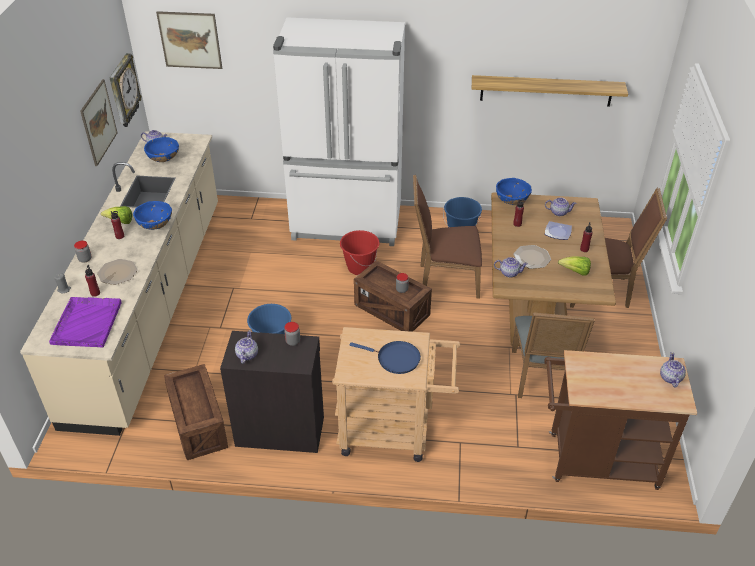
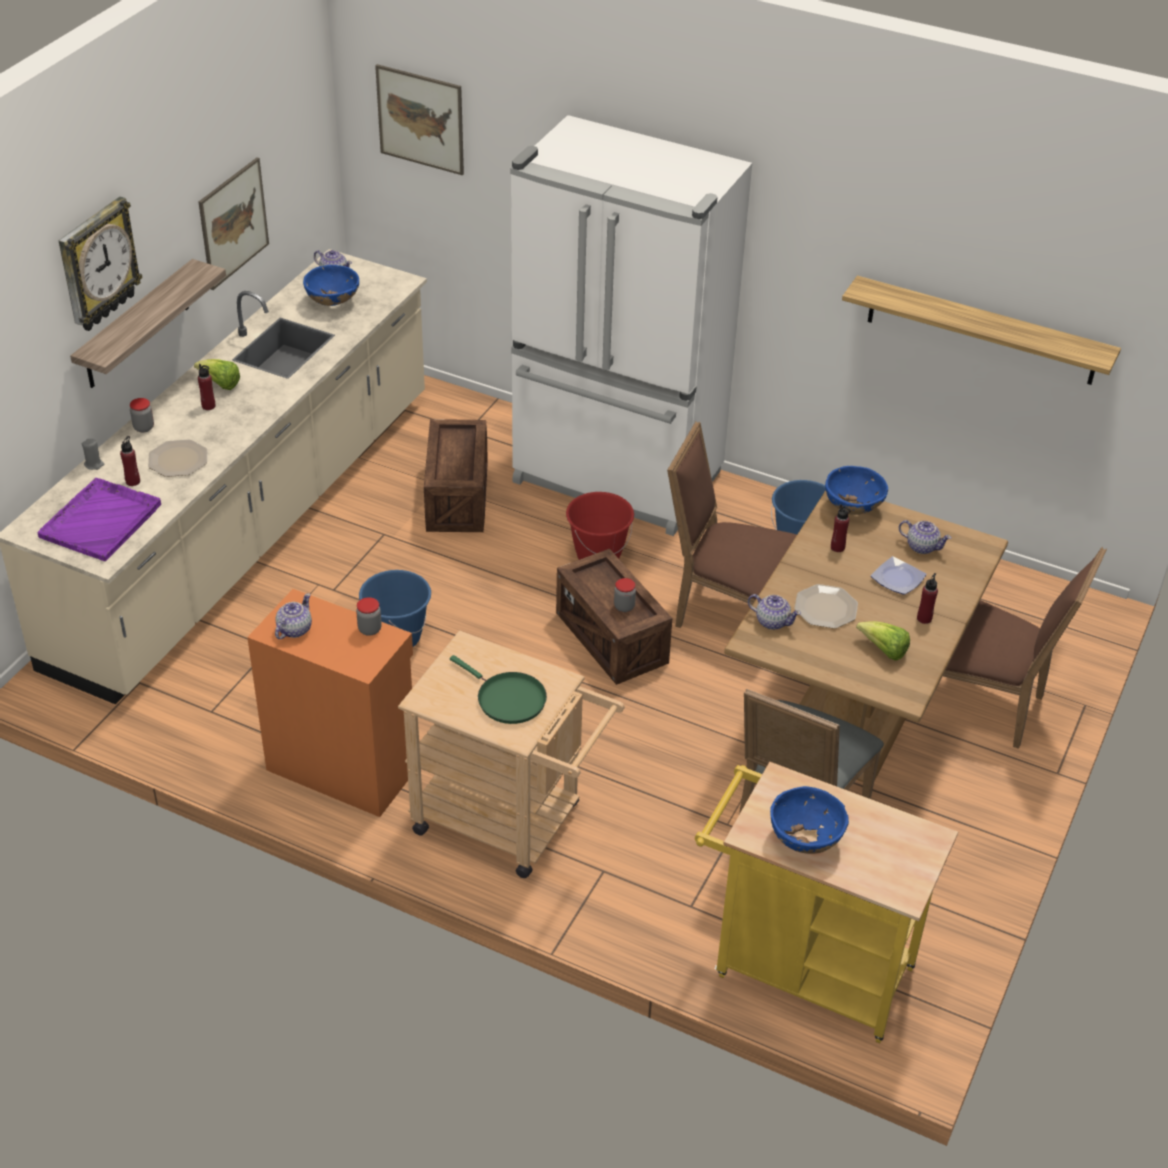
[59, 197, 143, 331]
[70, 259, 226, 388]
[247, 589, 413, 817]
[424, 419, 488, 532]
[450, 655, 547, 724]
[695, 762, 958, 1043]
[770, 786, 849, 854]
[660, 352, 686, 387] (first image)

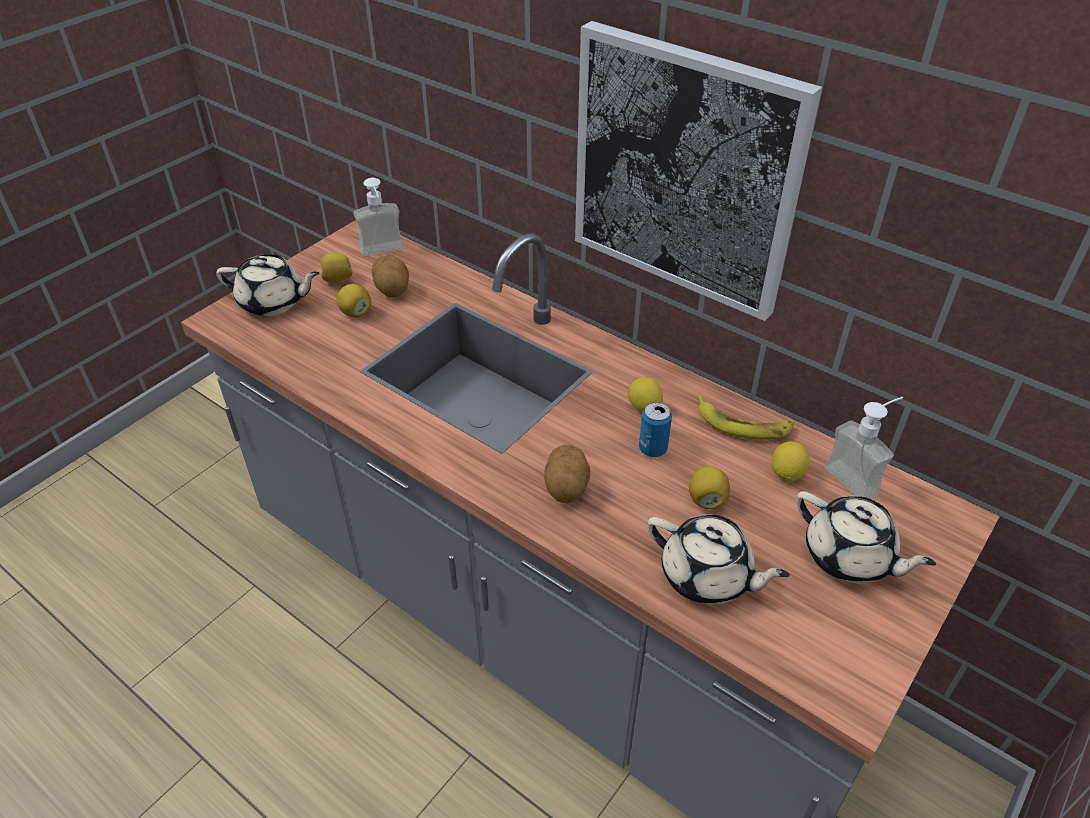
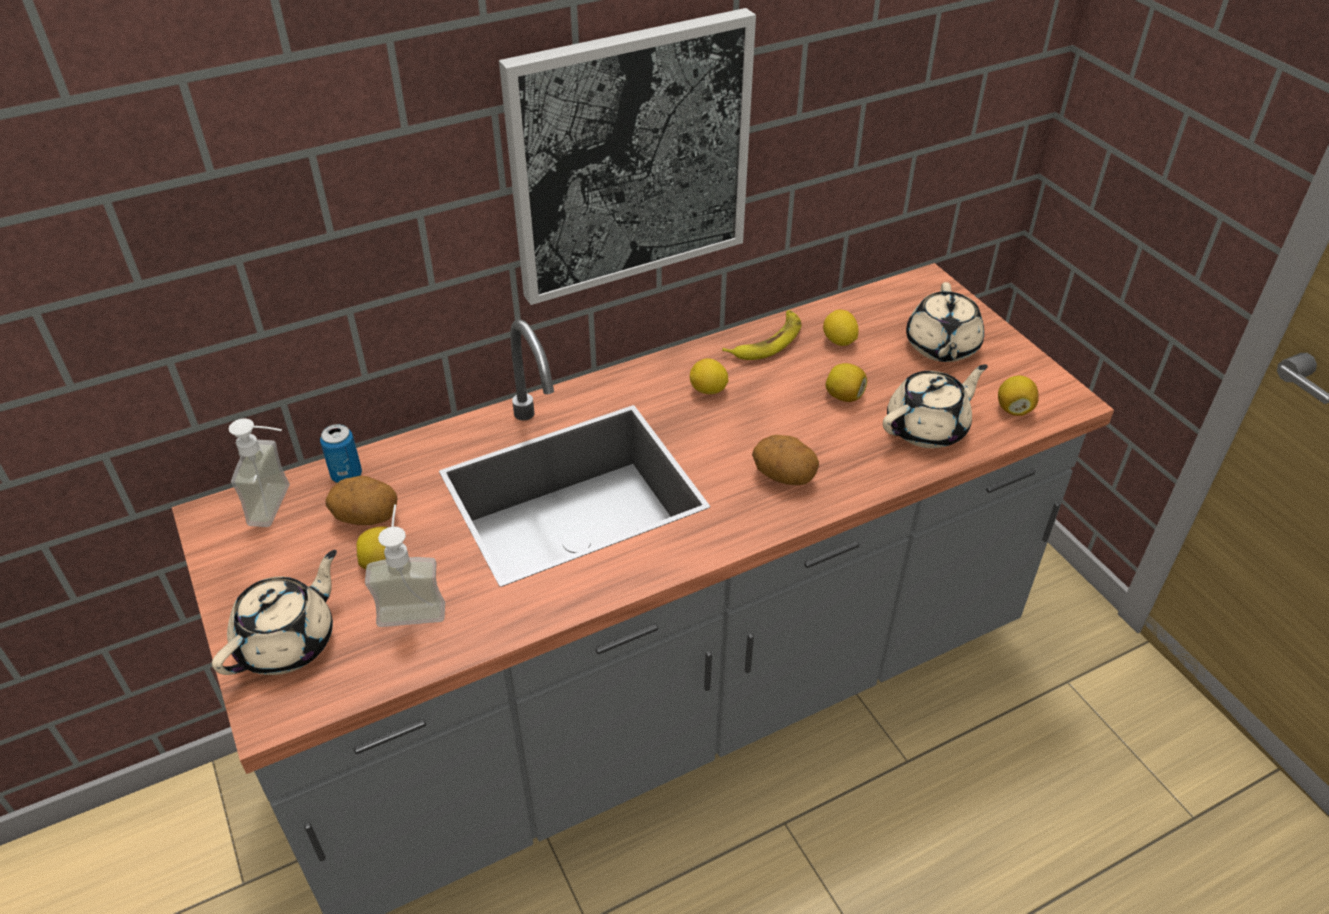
[320, 424, 362, 483]
[365, 504, 445, 627]
[906, 282, 984, 362]
[998, 376, 1039, 416]

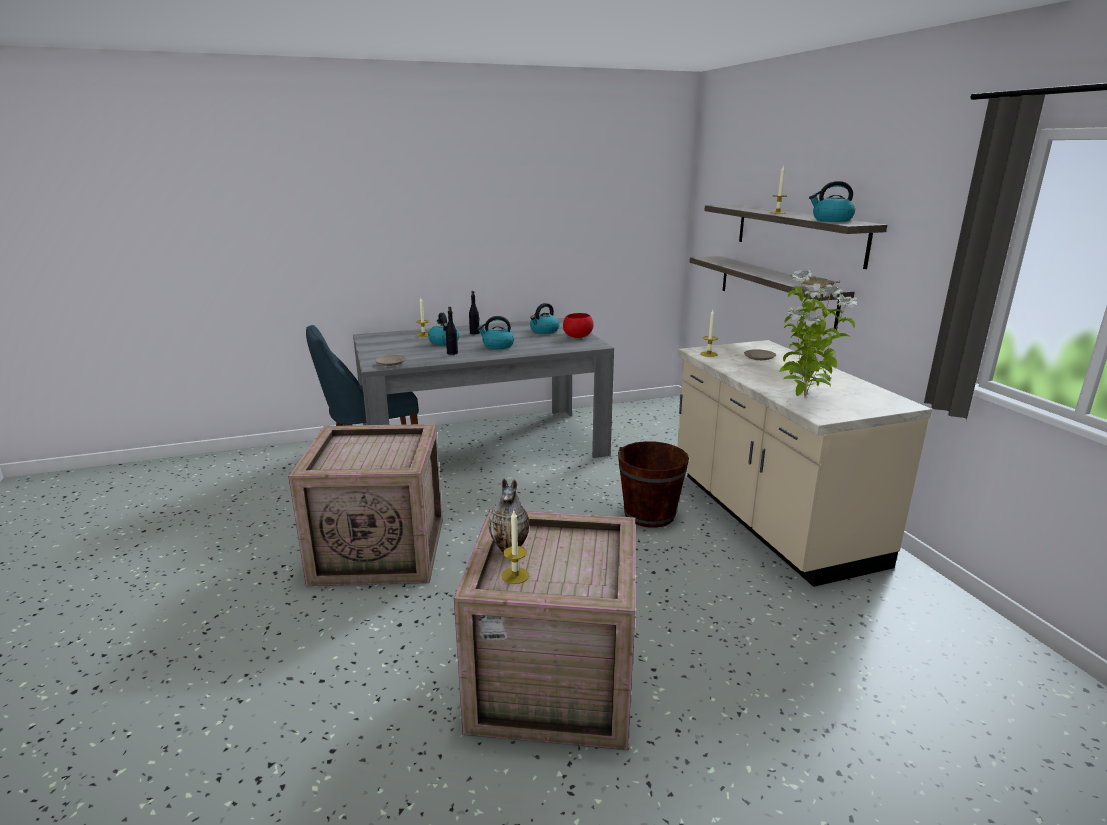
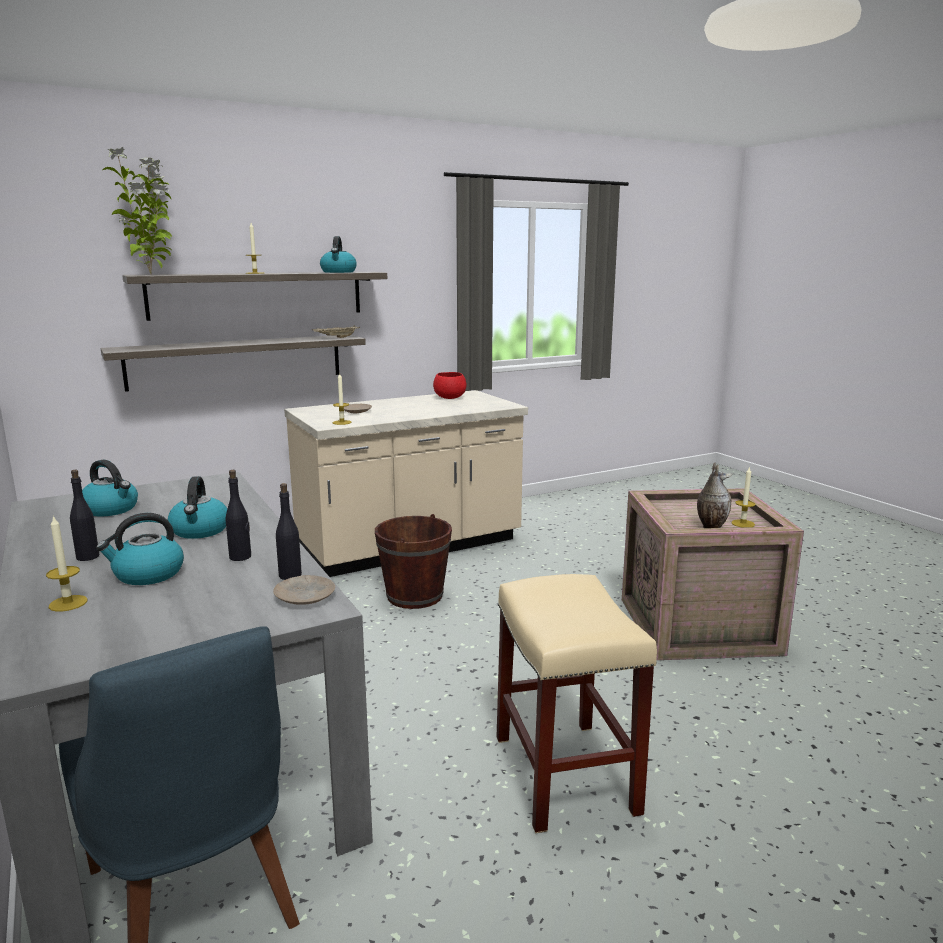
[103, 147, 172, 275]
[276, 483, 302, 580]
[433, 372, 466, 399]
[497, 574, 657, 833]

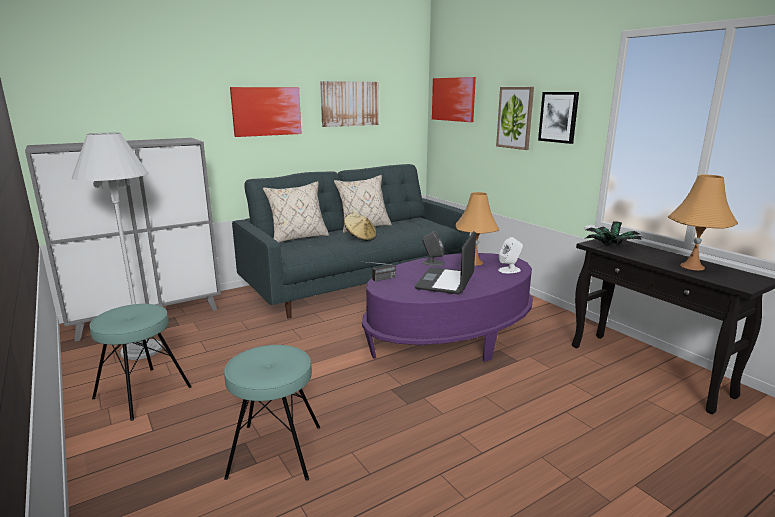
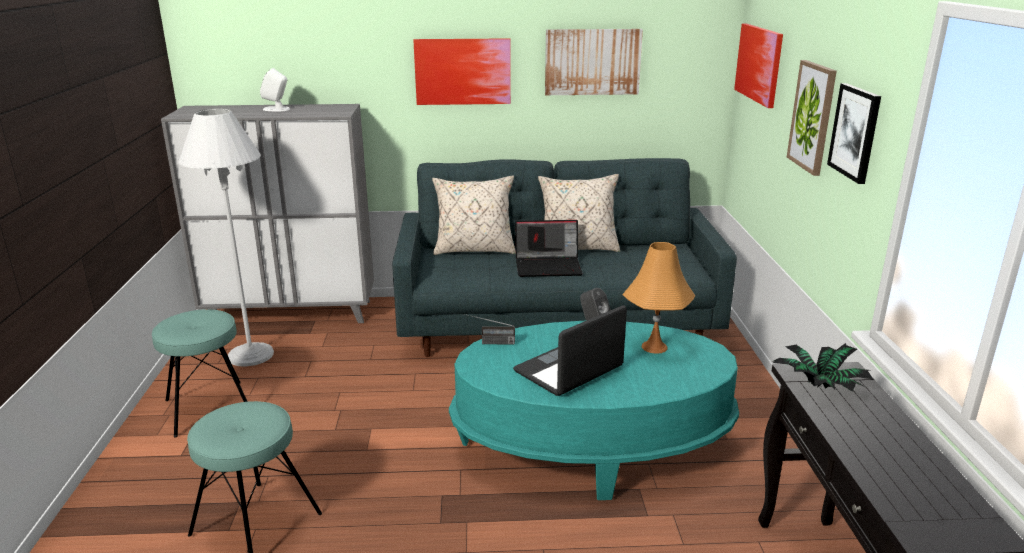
[260, 68, 290, 111]
[449, 321, 739, 500]
[515, 220, 583, 277]
[668, 174, 738, 270] (first image)

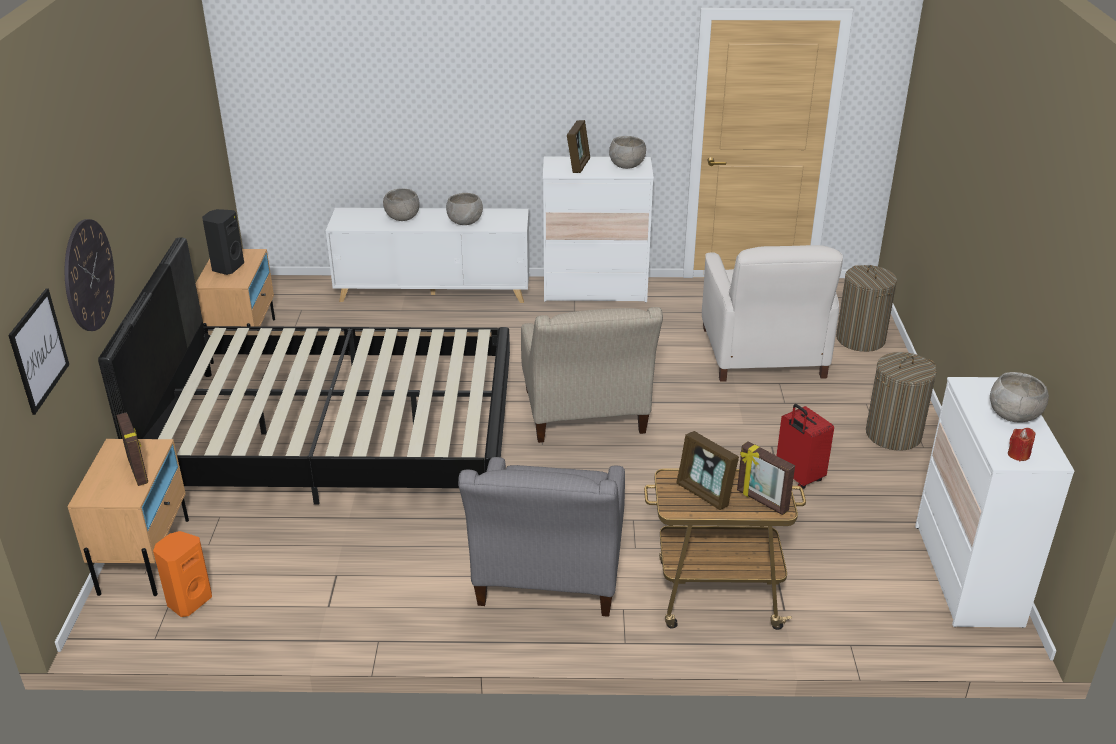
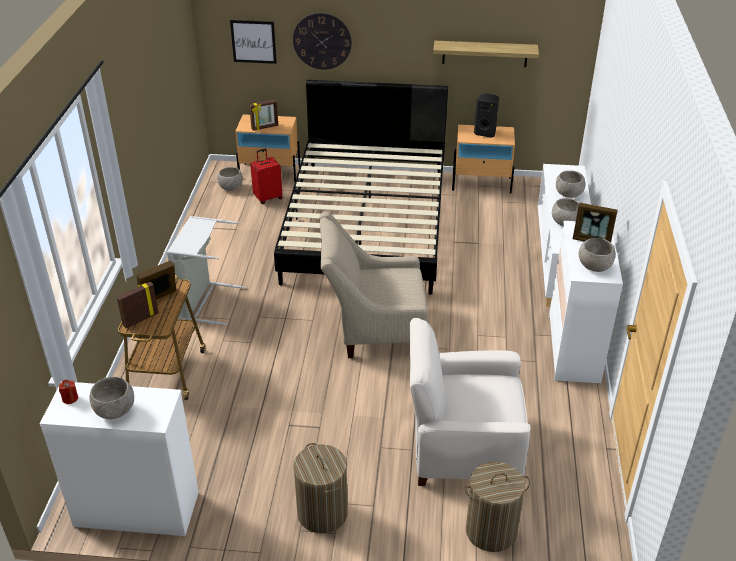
[167, 216, 246, 325]
[217, 167, 243, 191]
[250, 149, 283, 204]
[433, 41, 539, 67]

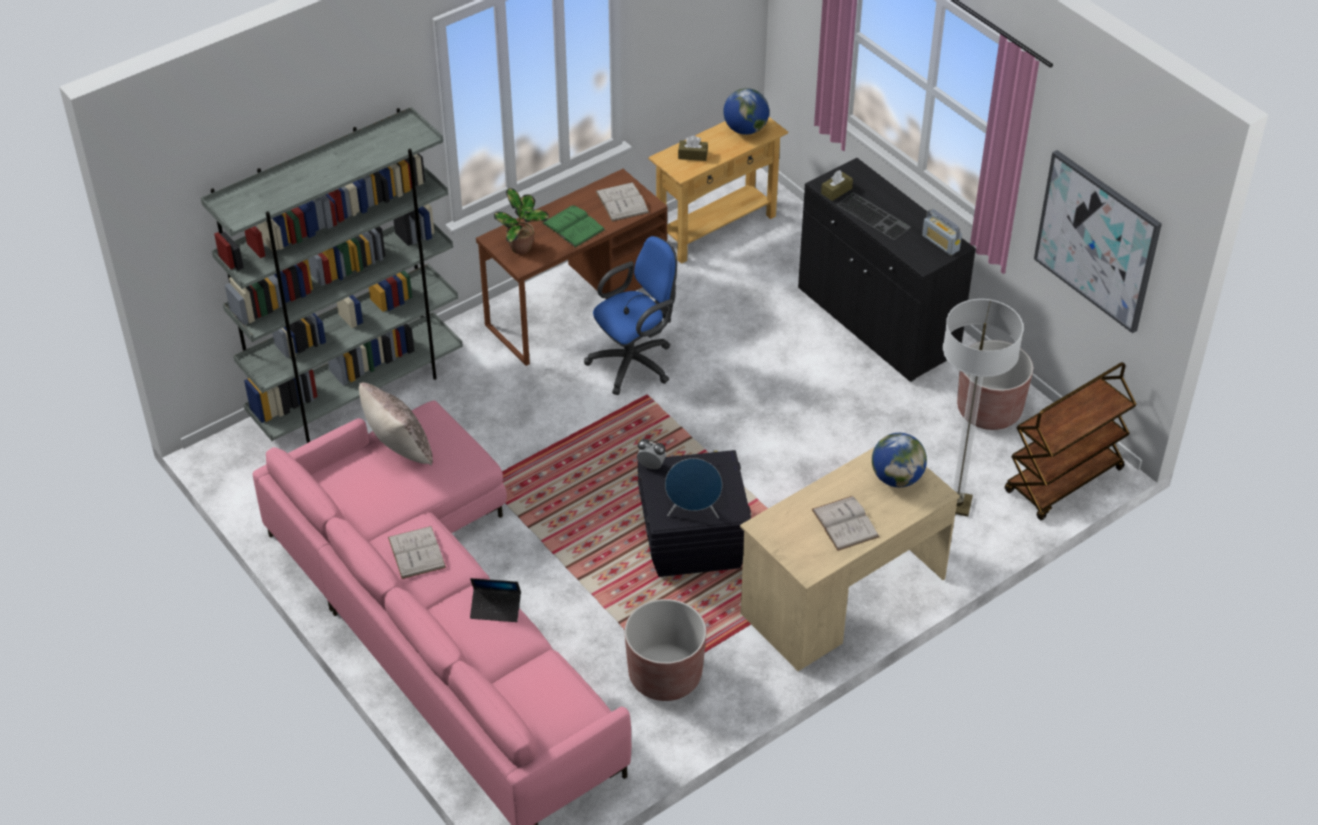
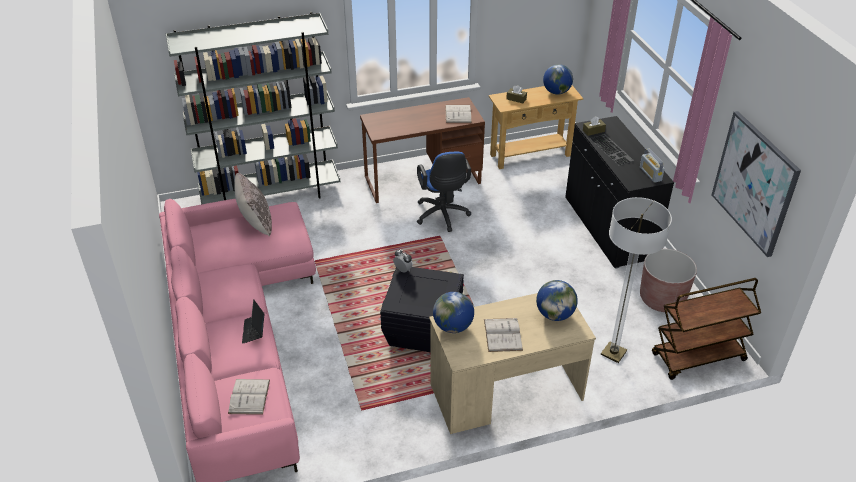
[228, 379, 270, 415]
[242, 299, 264, 344]
[417, 152, 471, 232]
[433, 292, 474, 333]
[494, 188, 549, 254] (first image)
[542, 205, 605, 248] (first image)
[625, 599, 706, 701] (first image)
[665, 458, 722, 518] (first image)

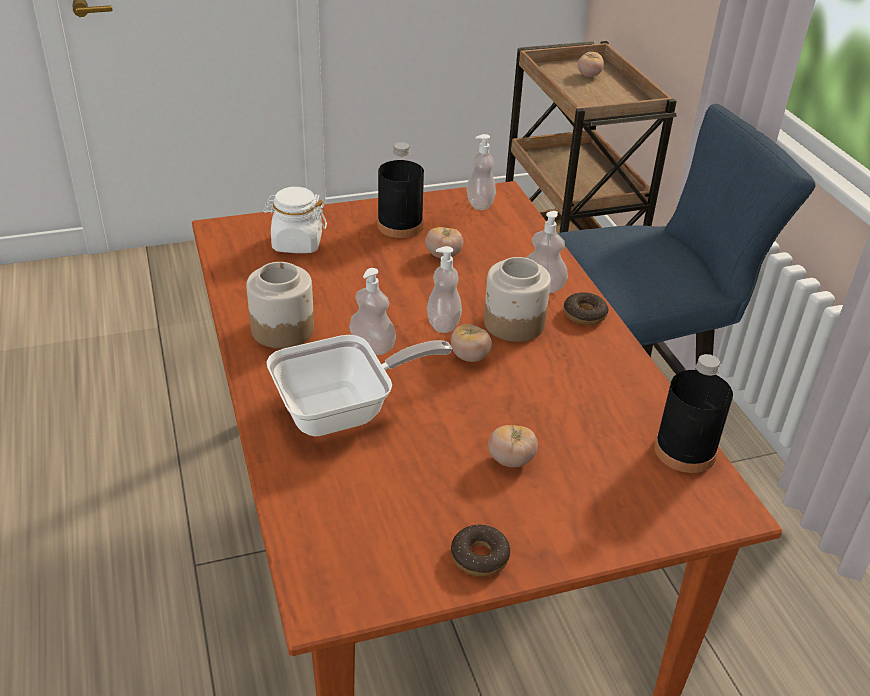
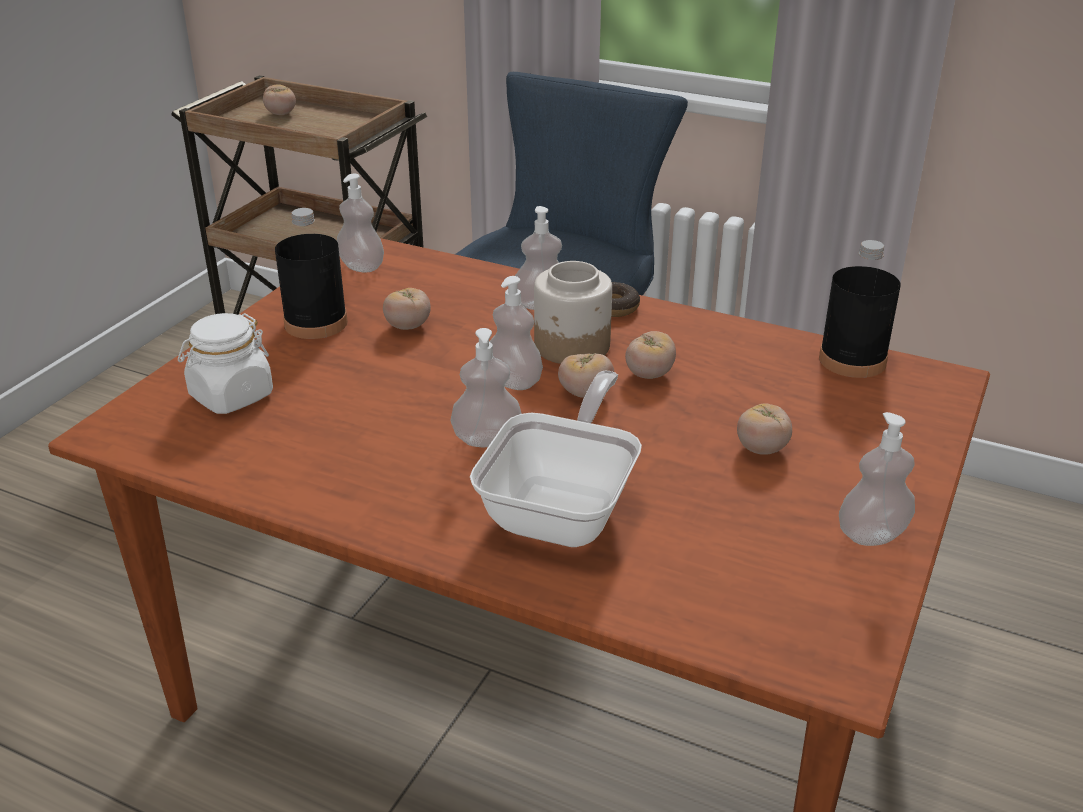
[625, 331, 676, 379]
[839, 412, 915, 546]
[246, 262, 314, 348] (first image)

